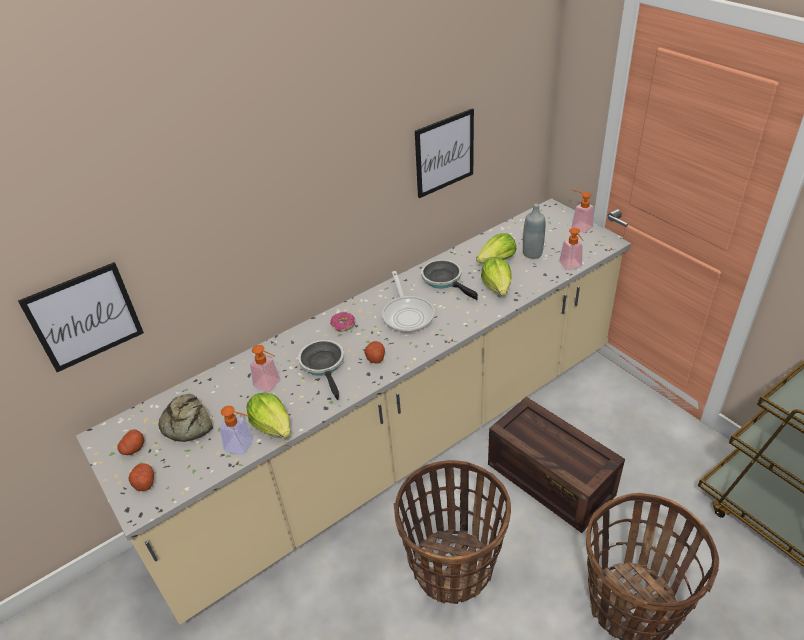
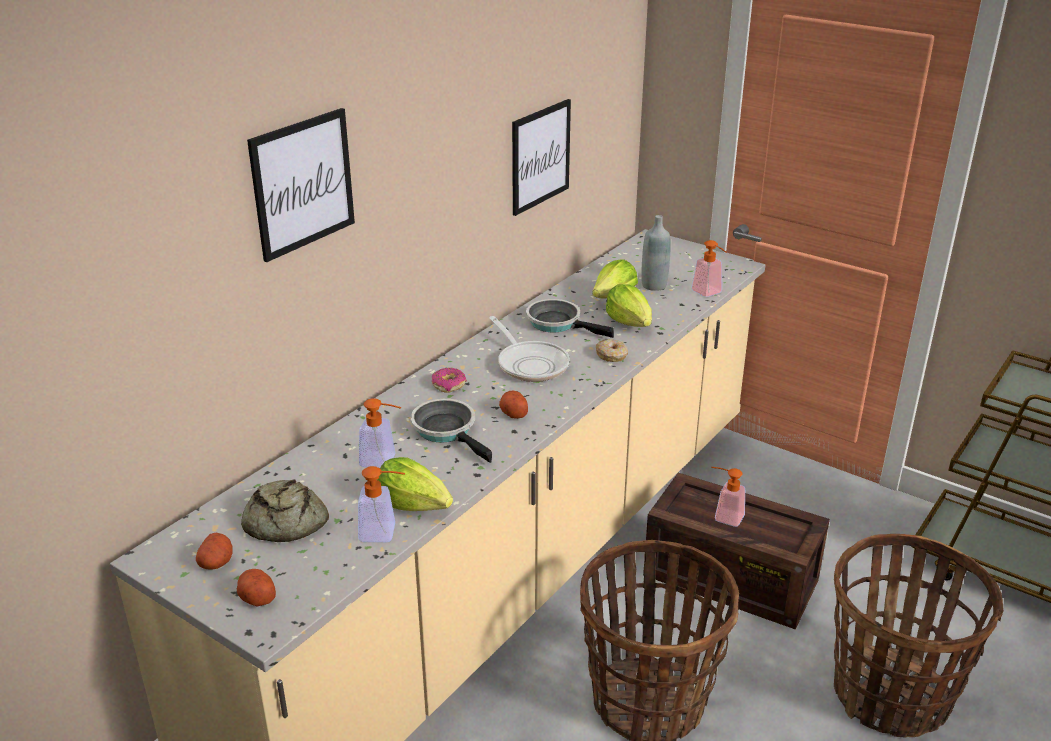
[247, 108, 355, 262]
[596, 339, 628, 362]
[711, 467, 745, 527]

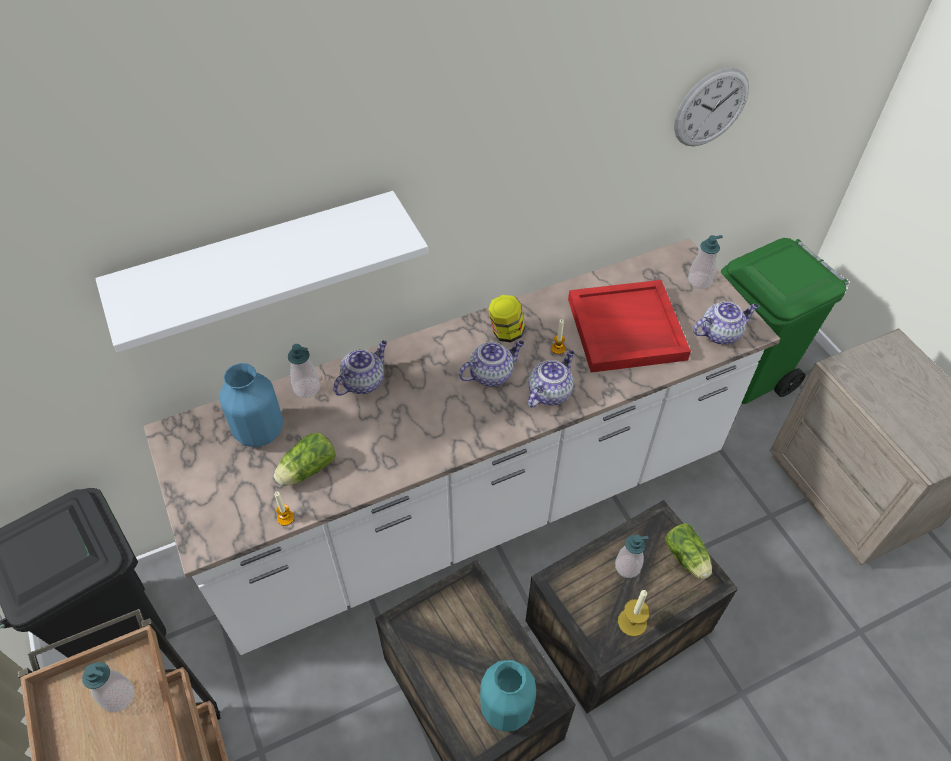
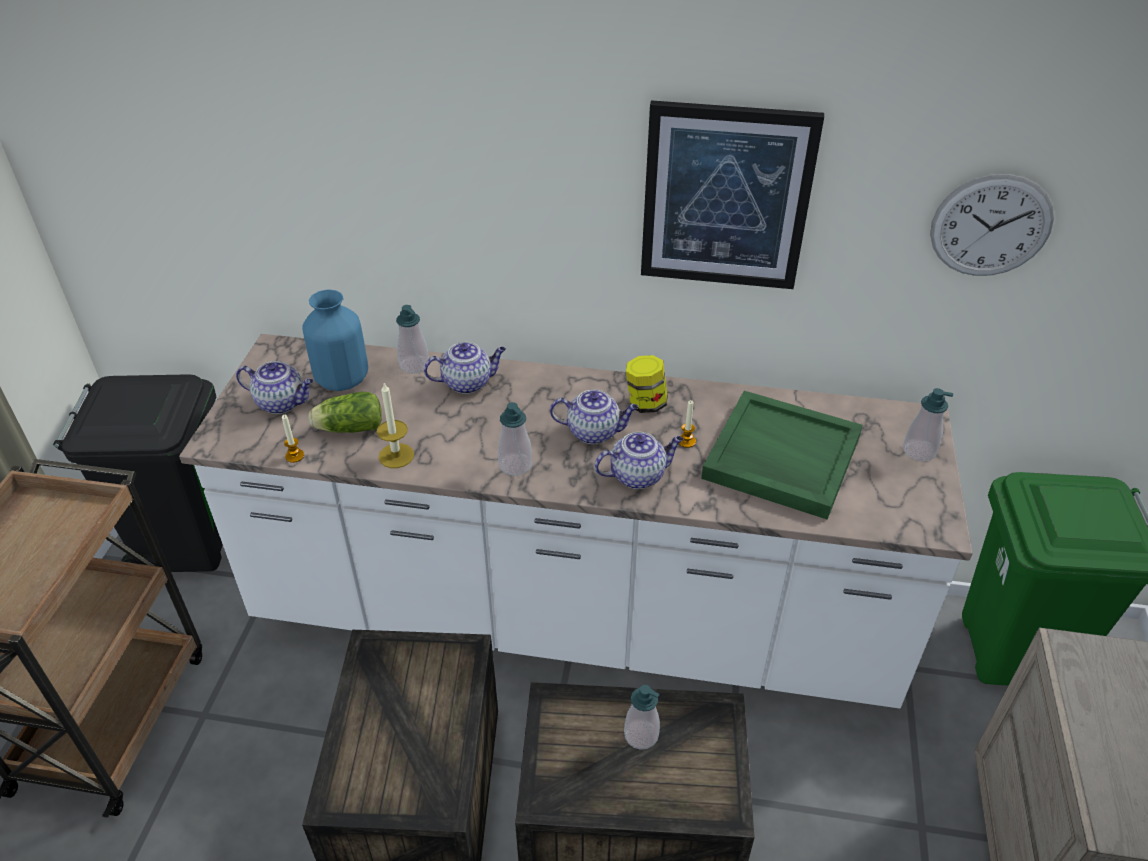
[236, 361, 314, 414]
[377, 383, 414, 468]
[498, 402, 532, 476]
[641, 100, 824, 289]
[701, 391, 863, 520]
[95, 191, 428, 353] (first image)
[480, 660, 536, 732] (first image)
[666, 523, 712, 579] (first image)

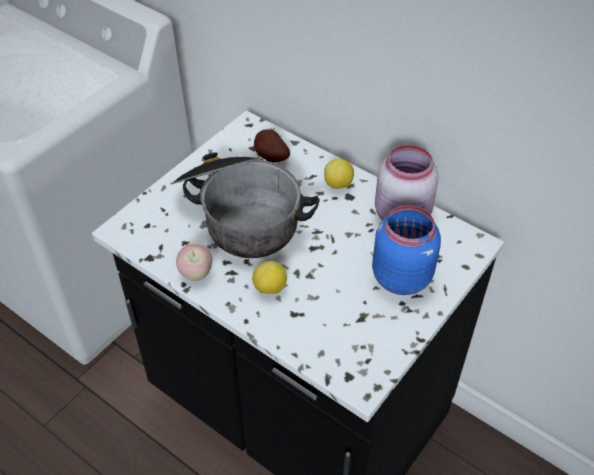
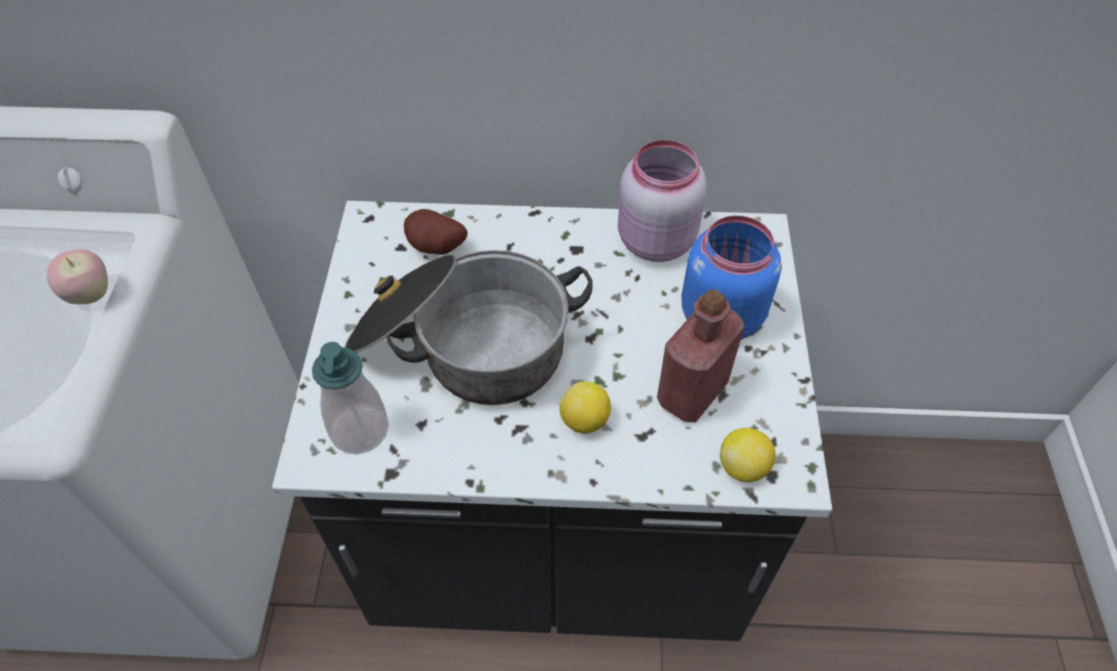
[47, 249, 108, 304]
[312, 342, 389, 454]
[657, 289, 745, 422]
[720, 428, 776, 482]

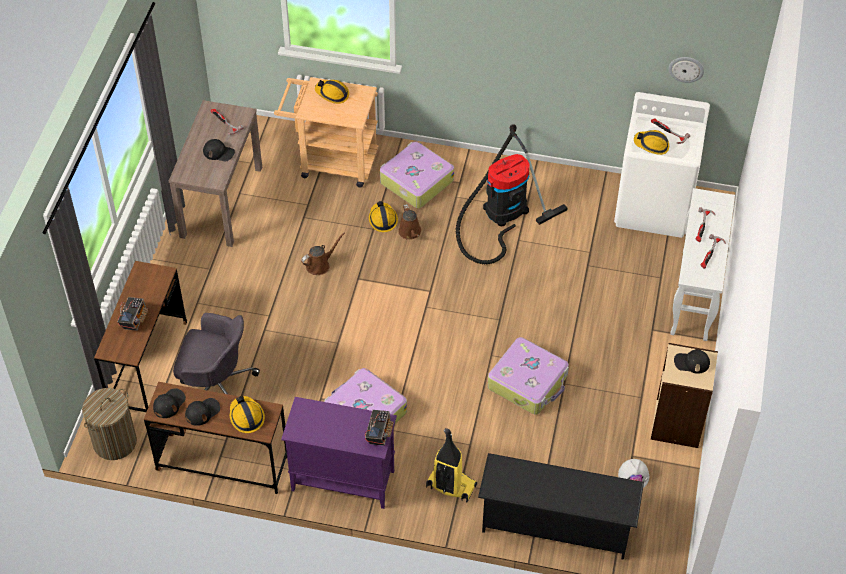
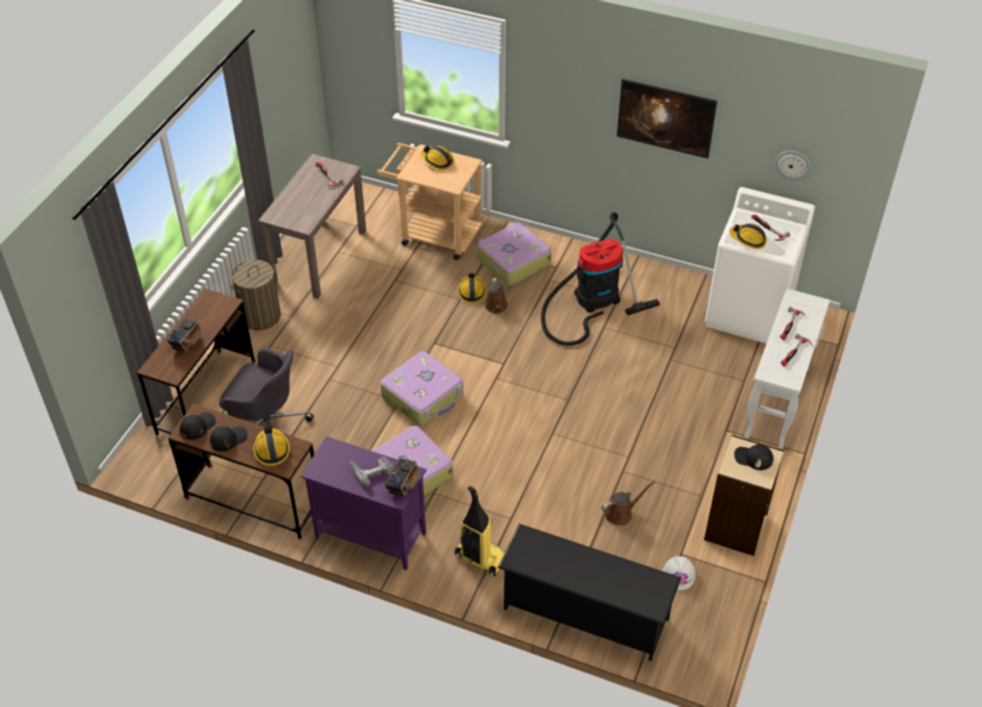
[231, 260, 281, 331]
[350, 457, 393, 487]
[380, 352, 464, 426]
[602, 481, 655, 526]
[617, 79, 717, 159]
[203, 139, 235, 162] (first image)

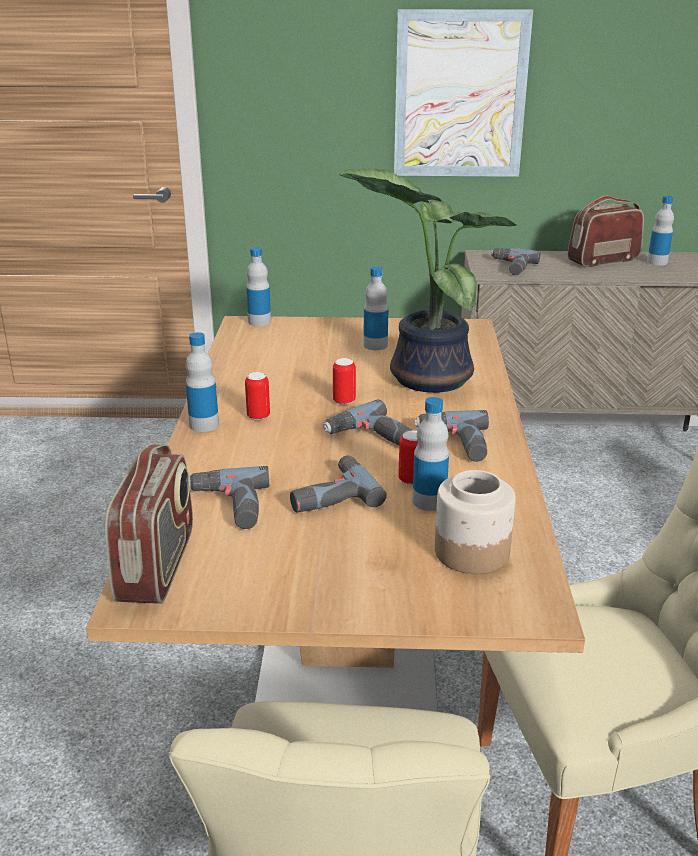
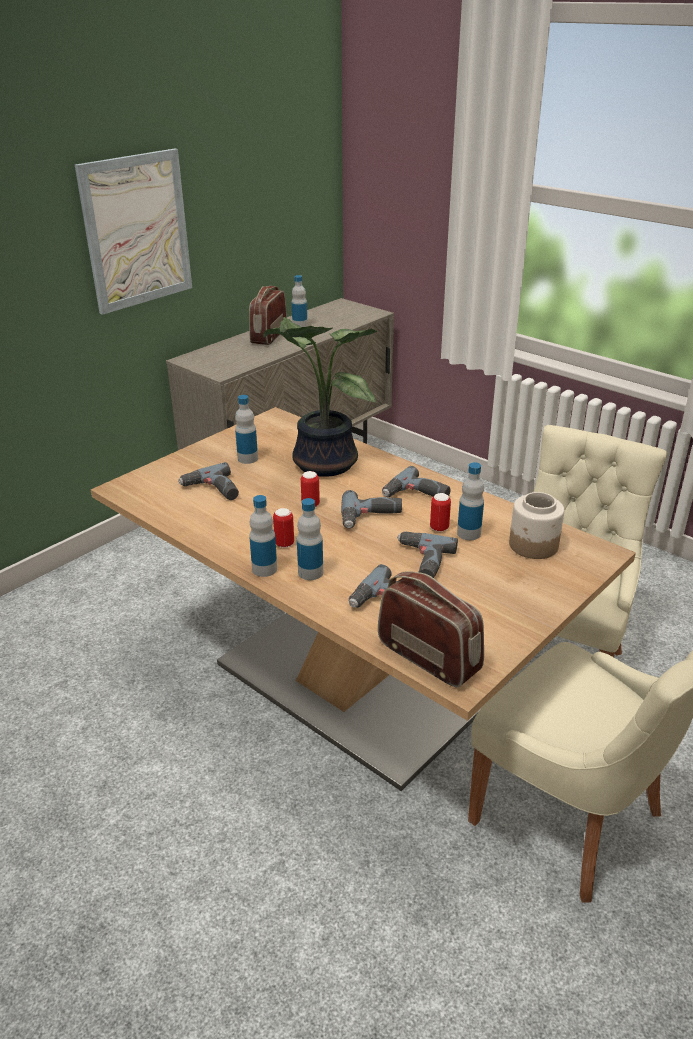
[178, 462, 239, 500]
[297, 498, 323, 580]

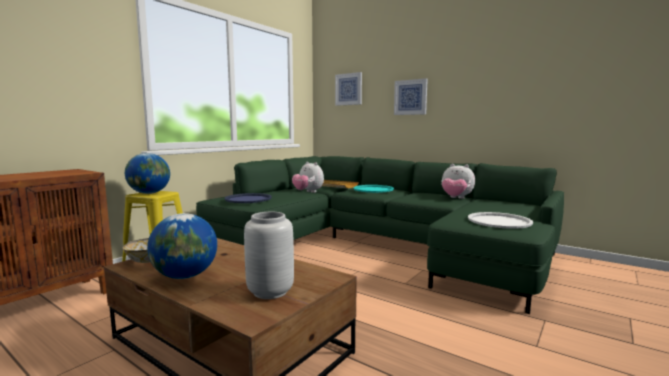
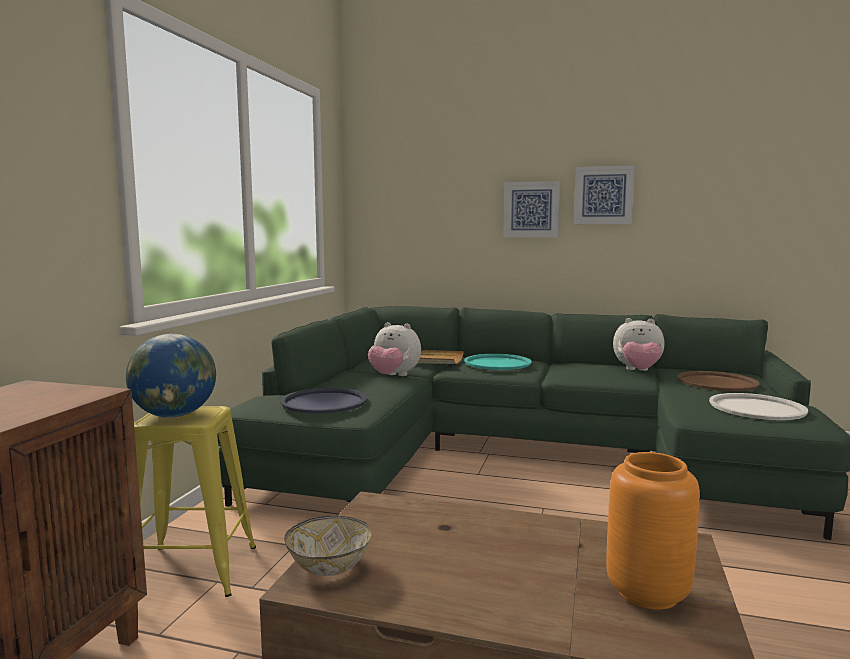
[574, 165, 635, 224]
[606, 452, 700, 610]
[677, 371, 760, 391]
[147, 213, 217, 279] (first image)

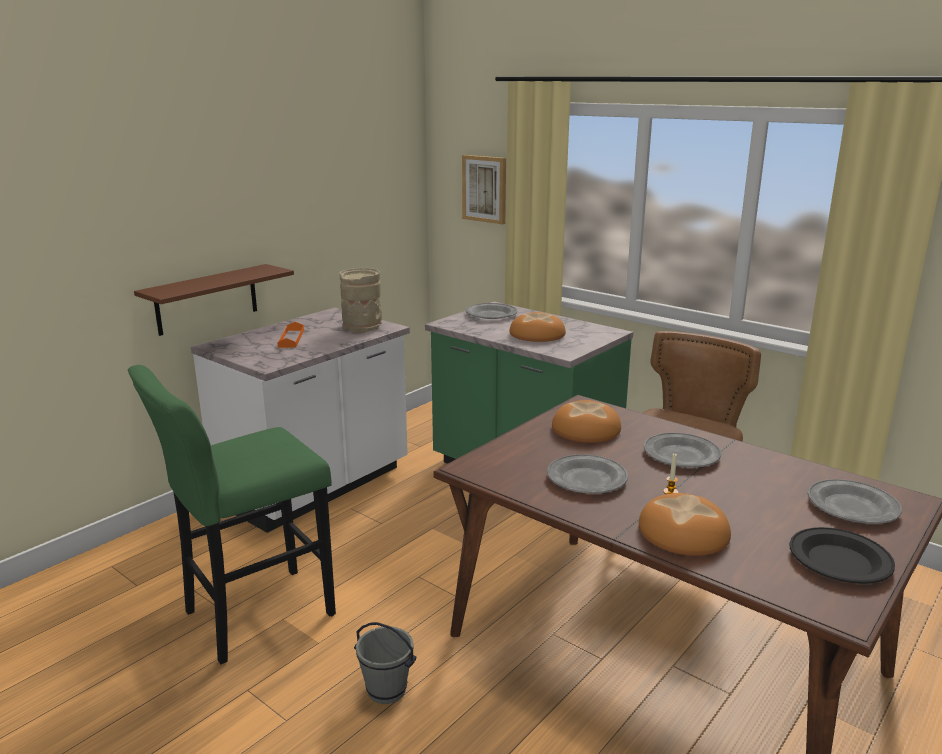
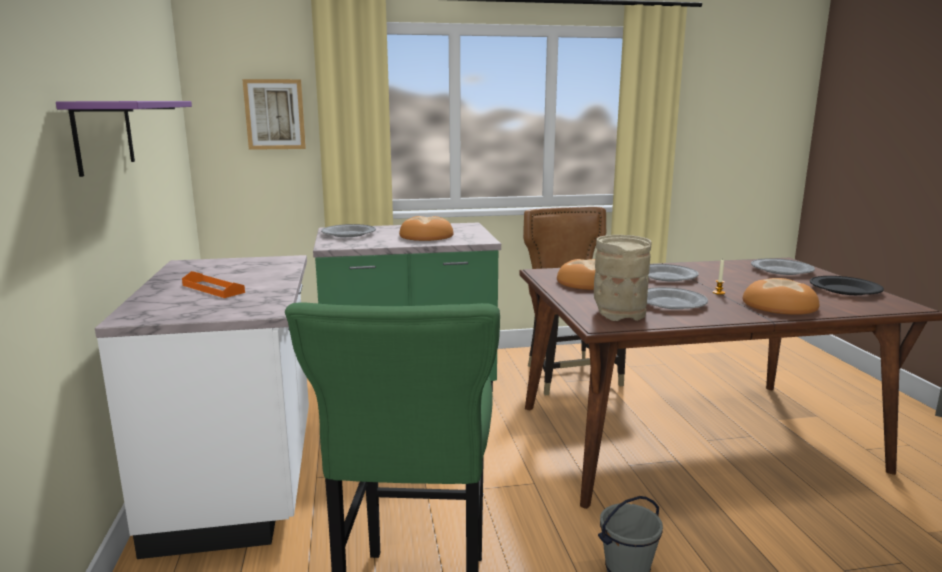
[56, 101, 192, 177]
[594, 235, 651, 321]
[134, 264, 294, 336] (first image)

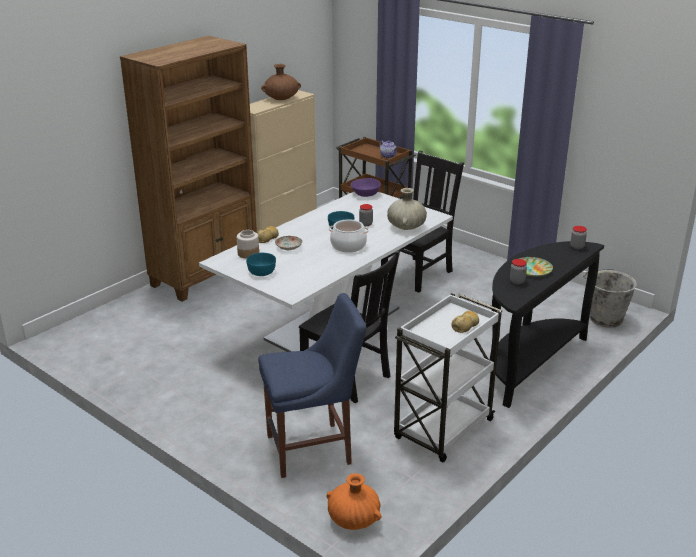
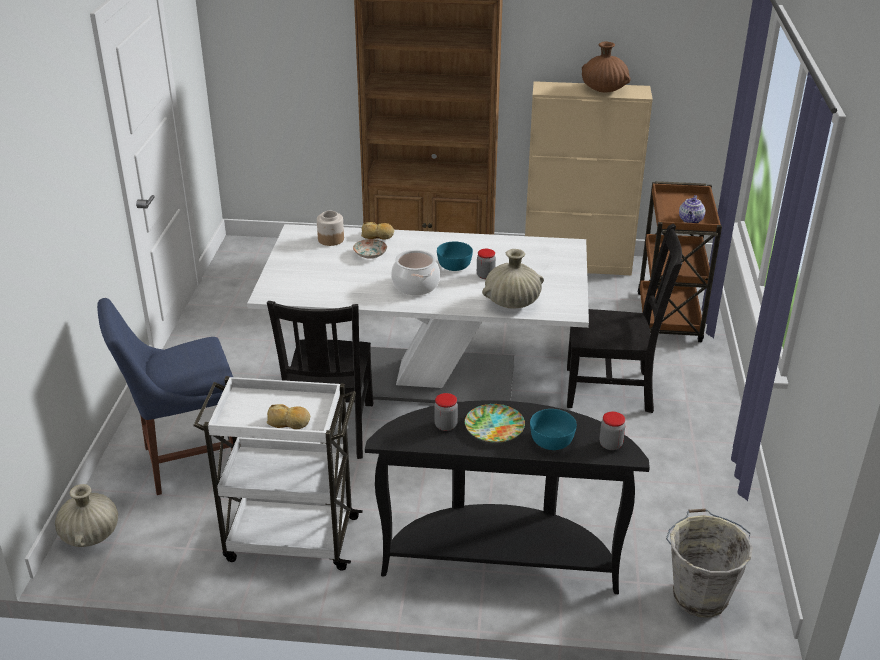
[55, 484, 118, 547]
[97, 298, 233, 495]
[530, 409, 577, 450]
[351, 178, 381, 197] (first image)

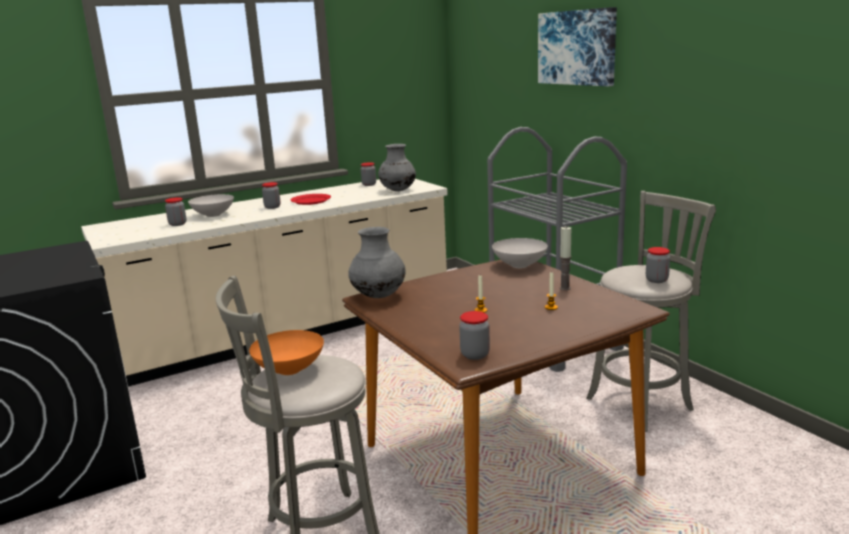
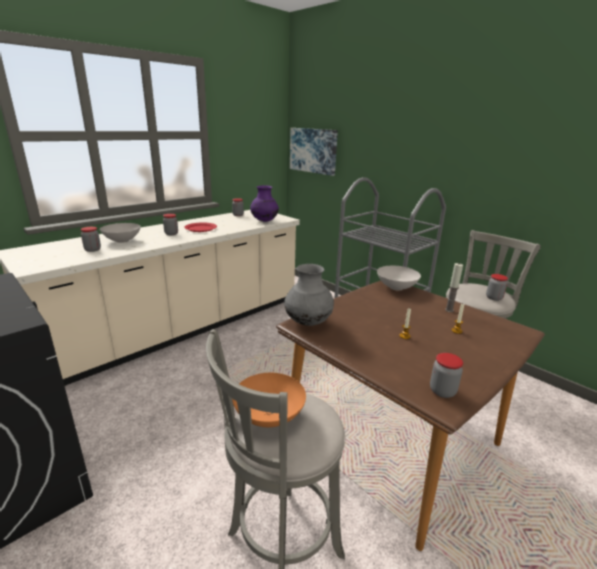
[250, 185, 279, 222]
[290, 128, 338, 176]

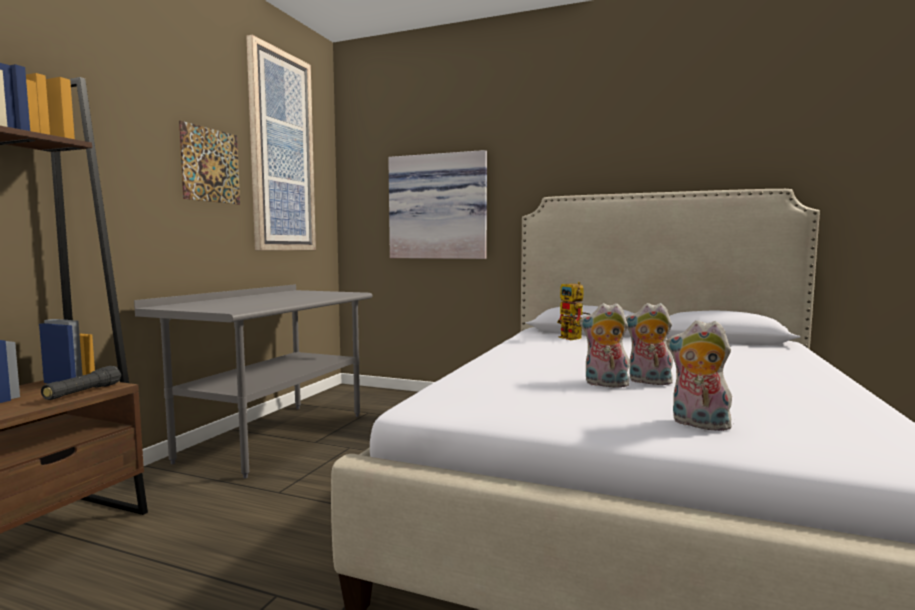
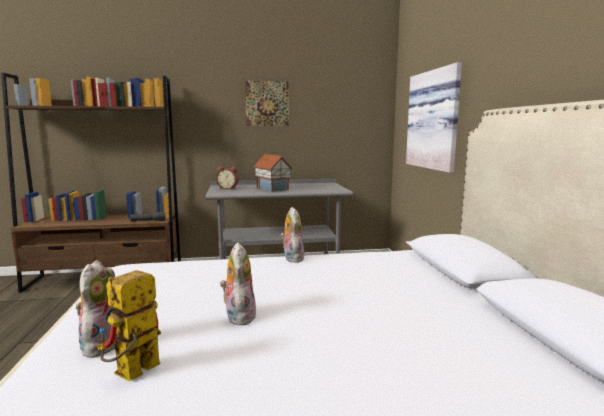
[97, 270, 161, 381]
[216, 166, 239, 189]
[253, 154, 293, 192]
[280, 207, 304, 263]
[246, 35, 316, 250] (first image)

